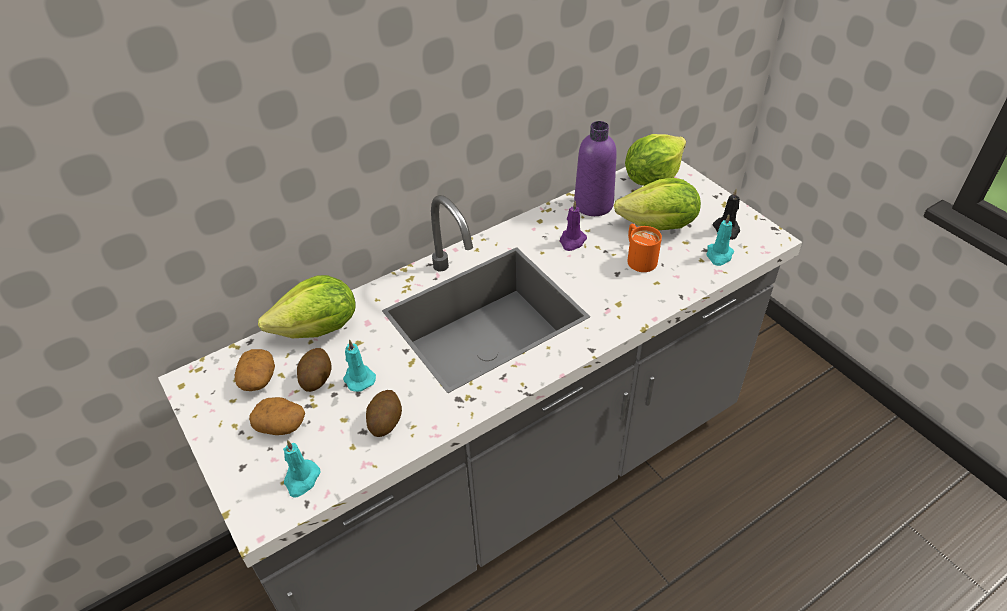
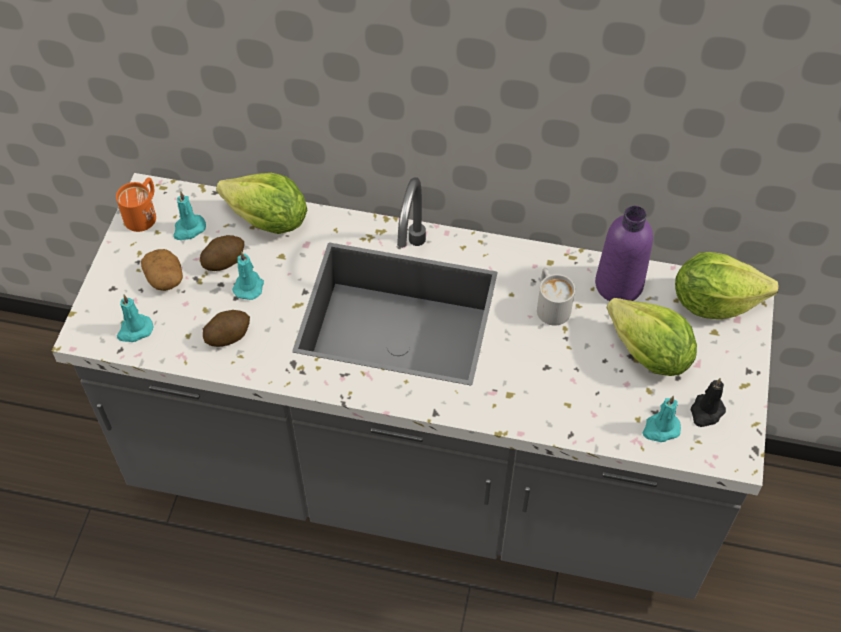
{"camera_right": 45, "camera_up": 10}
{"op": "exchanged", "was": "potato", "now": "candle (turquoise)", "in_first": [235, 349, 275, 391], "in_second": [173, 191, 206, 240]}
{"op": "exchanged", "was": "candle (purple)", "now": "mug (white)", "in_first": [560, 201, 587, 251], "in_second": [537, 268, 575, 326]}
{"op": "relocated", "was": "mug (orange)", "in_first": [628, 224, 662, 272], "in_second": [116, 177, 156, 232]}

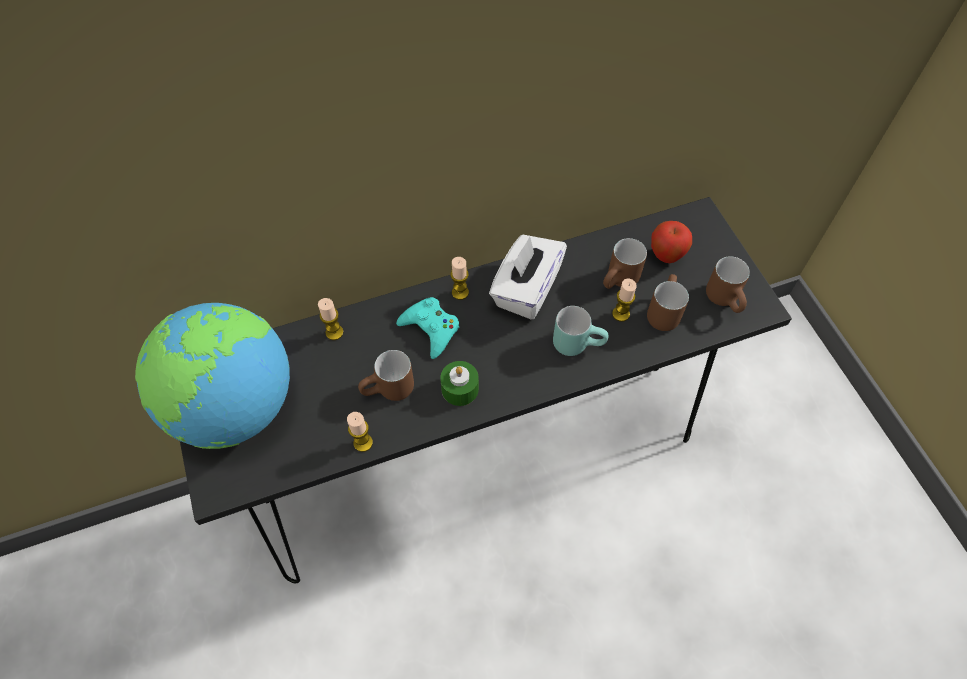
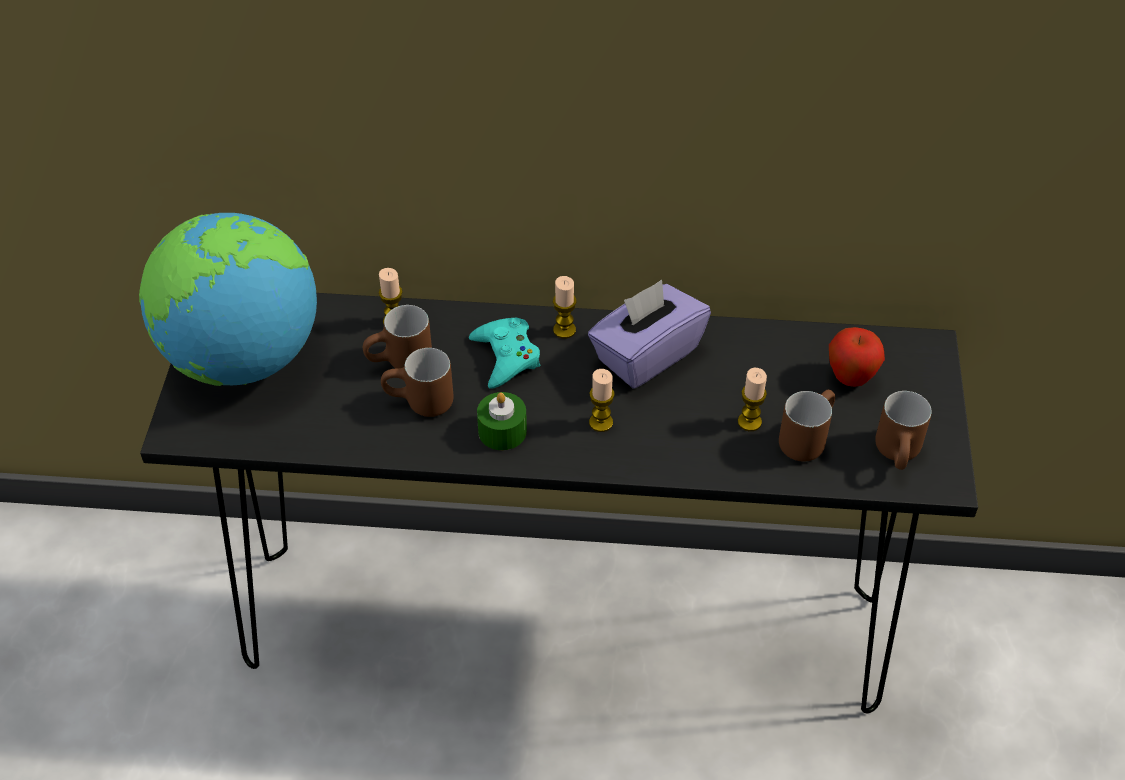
{"camera_right": 25, "camera_up": -10}
{"op": "relocated", "was": "candle", "in_first": [347, 412, 373, 452], "in_second": [589, 369, 615, 432]}
{"op": "colour", "was": "tissue box (white)", "now": "tissue box (purple)", "in_first": [489, 235, 567, 320], "in_second": [588, 280, 711, 388]}
{"op": "missing", "was": "mug (turquoise)", "in_first": [553, 306, 609, 356]}
{"op": "relocated", "was": "mug (brown)", "in_first": [603, 238, 647, 289], "in_second": [363, 305, 432, 369]}

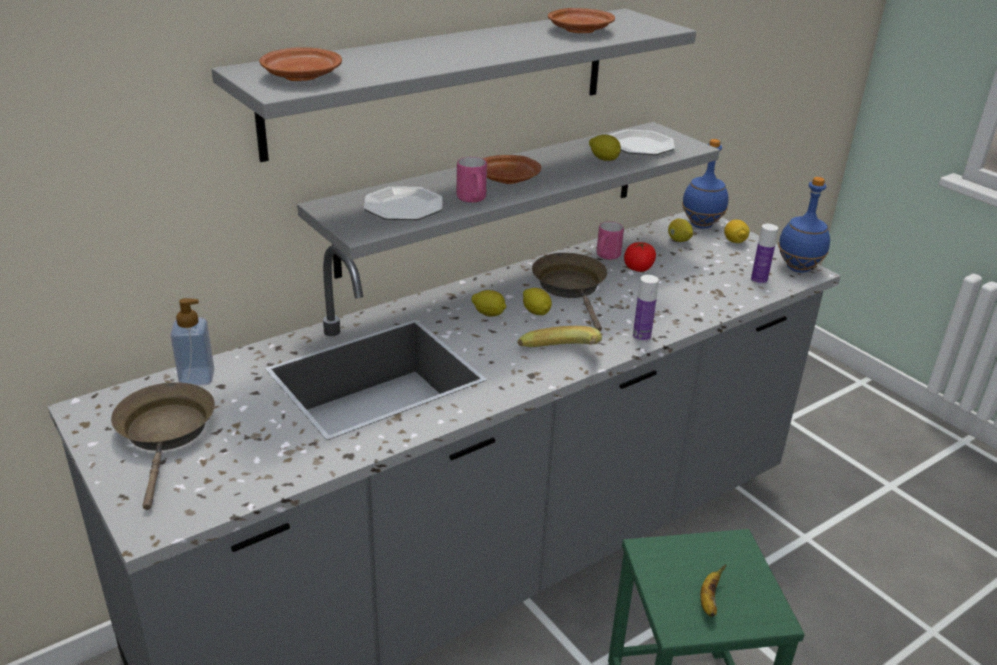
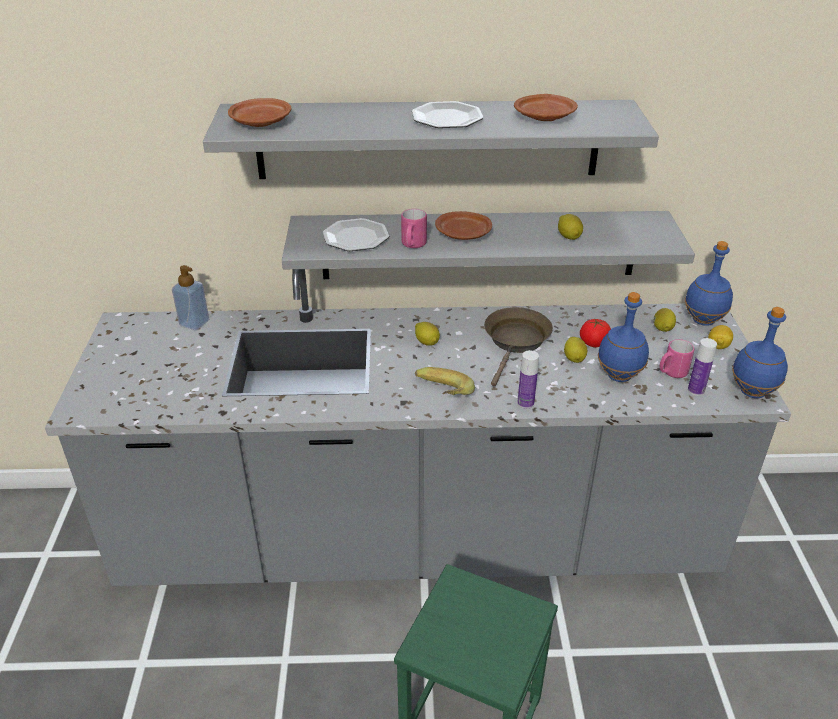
{"camera_right": 35, "camera_up": 5}
{"op": "missing", "was": "frying pan (brown)", "in_first": [111, 382, 215, 510]}
{"op": "relocated", "was": "lemon", "in_first": [523, 288, 552, 315], "in_second": [564, 337, 587, 363]}
{"op": "relocated", "was": "mug (pink)", "in_first": [597, 222, 624, 260], "in_second": [659, 339, 694, 378]}
{"op": "relocated", "was": "plate", "in_first": [609, 129, 675, 155], "in_second": [412, 101, 483, 128]}
{"op": "missing", "was": "banana", "in_first": [700, 564, 726, 617]}
{"op": "appeared", "now": "bottle (blue)", "in_second": [598, 292, 649, 382]}

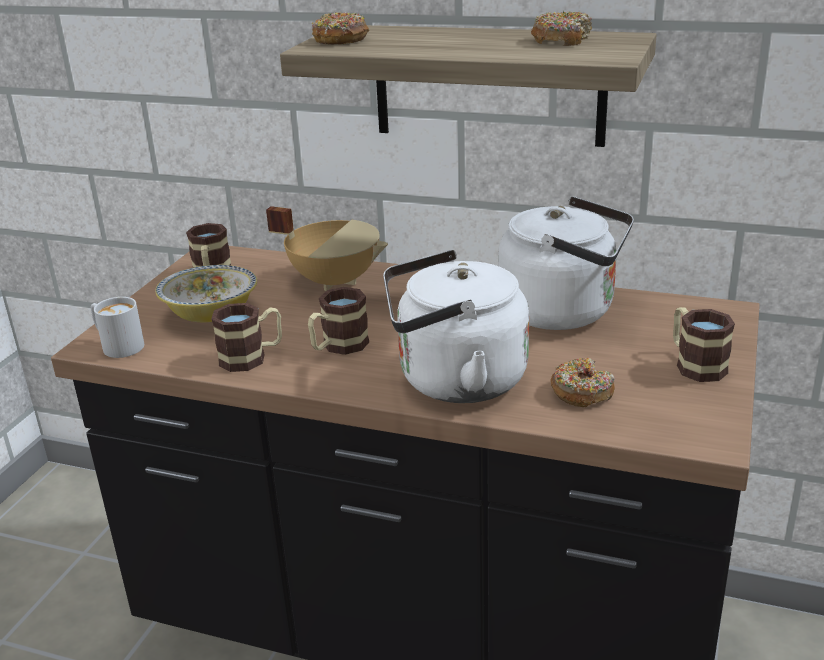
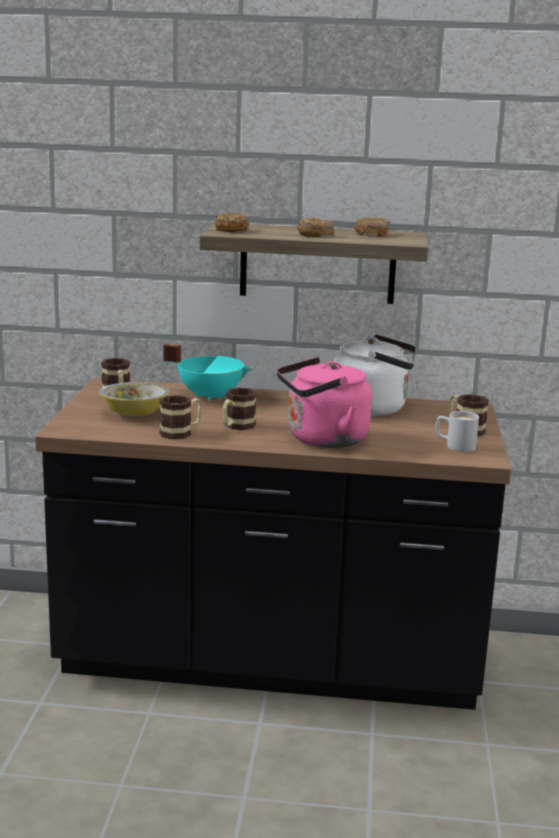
{"camera_right": -15, "camera_up": -10}
{"op": "relocated", "was": "mug (white)", "in_first": [91, 297, 144, 358], "in_second": [435, 411, 479, 452]}
{"op": "colour", "was": "cooking pot (beige)", "now": "cooking pot (turquoise)", "in_first": [266, 206, 388, 291], "in_second": [163, 344, 253, 401]}
{"op": "colour", "was": "kettle (white)", "now": "kettle (pink)", "in_first": [383, 250, 529, 403], "in_second": [277, 357, 372, 448]}
{"op": "relocated", "was": "donut", "in_first": [550, 358, 615, 407], "in_second": [297, 218, 334, 237]}

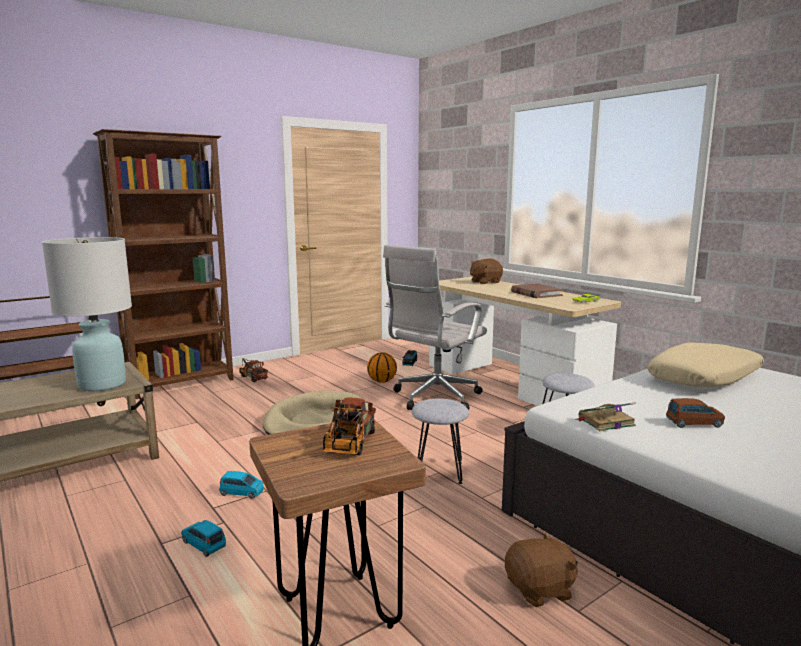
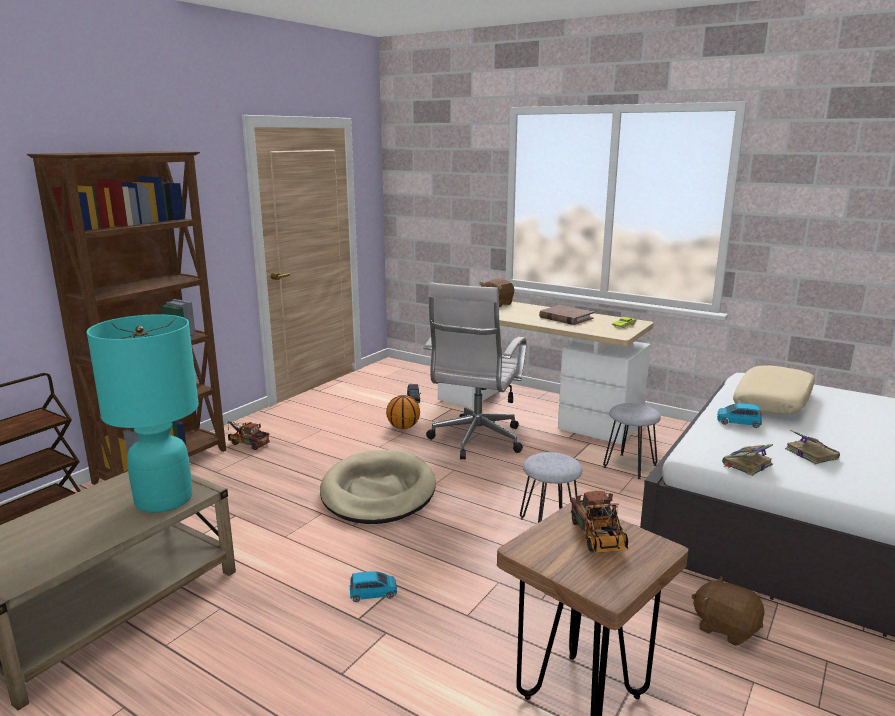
{"camera_right": -20, "camera_up": 5}
{"op": "colour", "was": "table lamp (white)", "now": "table lamp (turquoise)", "in_first": [42, 237, 132, 391], "in_second": [87, 314, 199, 513]}
{"op": "relocated", "was": "toy car (blue)", "in_first": [181, 520, 226, 557], "in_second": [717, 403, 762, 428]}
{"op": "spun", "was": "plush toy (brown)", "in_first": [505, 532, 578, 607], "in_second": [692, 576, 764, 646], "clockwise": -105}
{"op": "exchanged", "was": "toy car (brown)", "now": "book", "in_first": [666, 398, 725, 428], "in_second": [785, 430, 840, 465]}

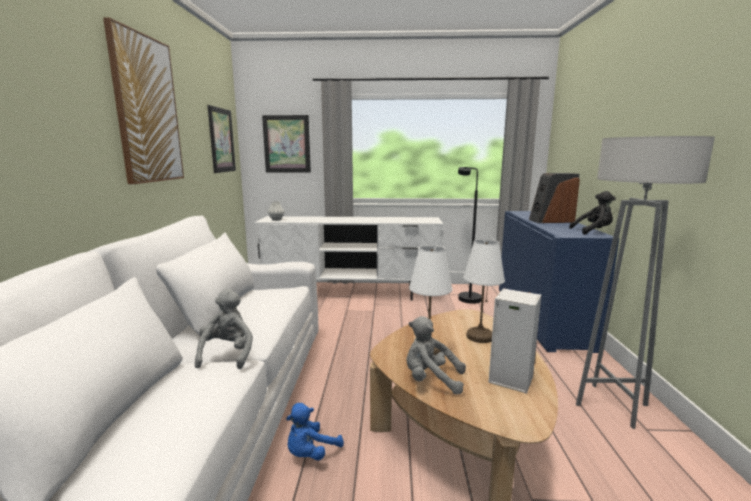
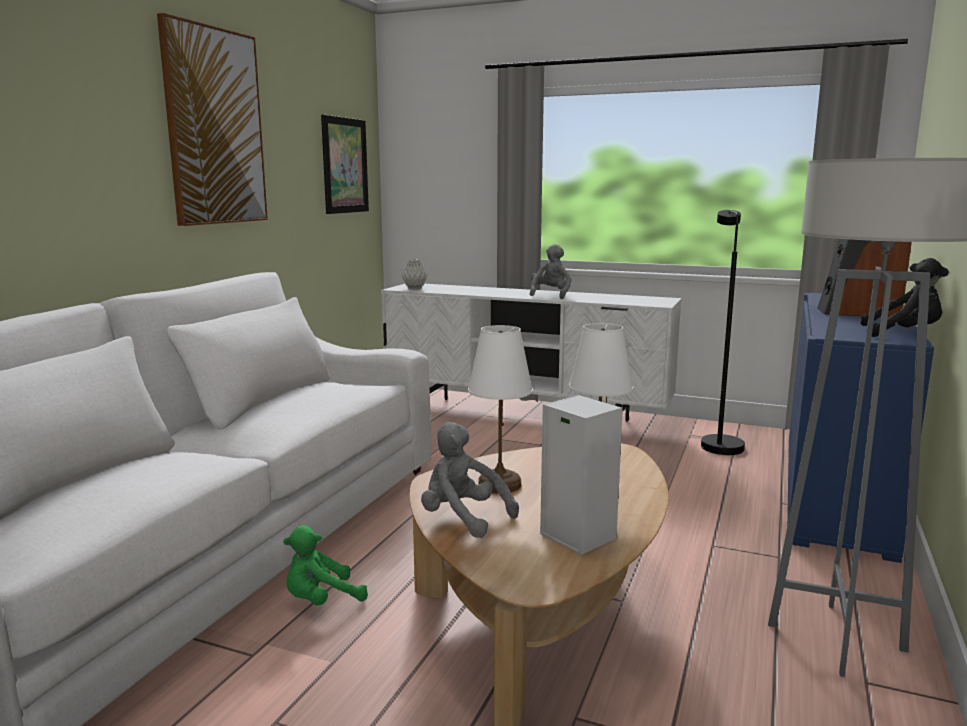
{"camera_right": 20, "camera_up": 0}
{"op": "relocated", "was": "plush toy (grey)", "in_first": [195, 289, 253, 369], "in_second": [530, 244, 571, 299]}
{"op": "missing", "was": "picture", "in_first": [262, 115, 311, 173]}
{"op": "colour", "was": "plush toy (blue)", "now": "plush toy (green)", "in_first": [286, 403, 344, 460], "in_second": [283, 525, 368, 606]}

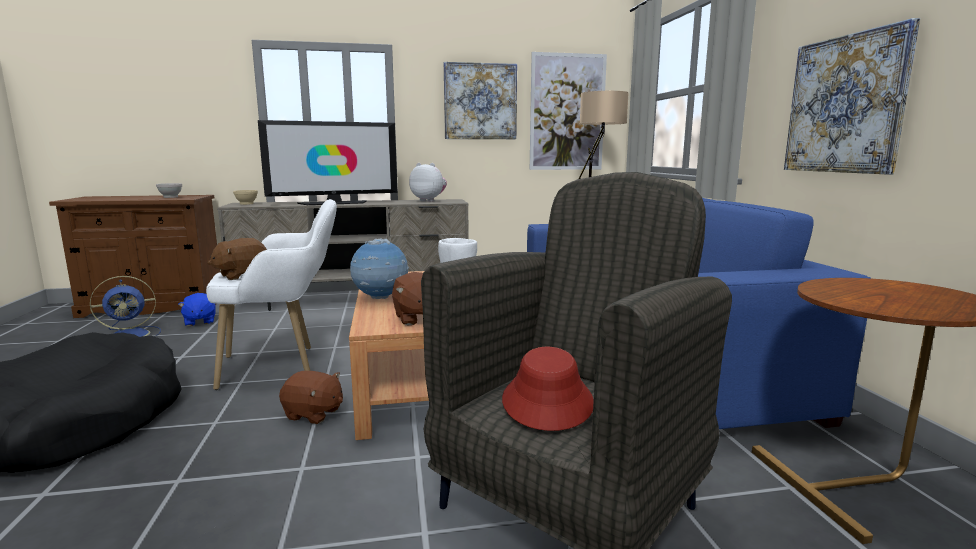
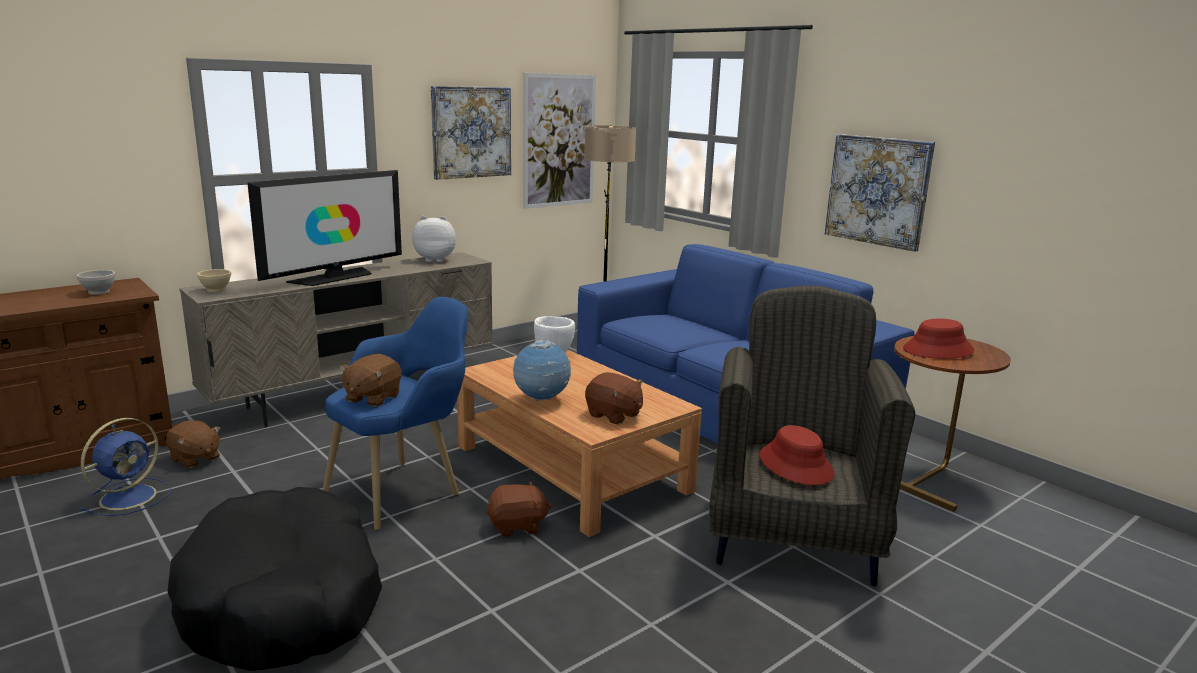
{"camera_right": -30, "camera_up": 5}
{"op": "colour", "was": "plush toy (blue)", "now": "plush toy (brown)", "in_first": [178, 293, 216, 326], "in_second": [166, 420, 221, 468]}
{"op": "colour", "was": "armchair (white)", "now": "armchair (blue)", "in_first": [206, 199, 337, 390], "in_second": [323, 297, 468, 531]}
{"op": "appeared", "now": "hat (red)", "in_second": [903, 319, 975, 359]}

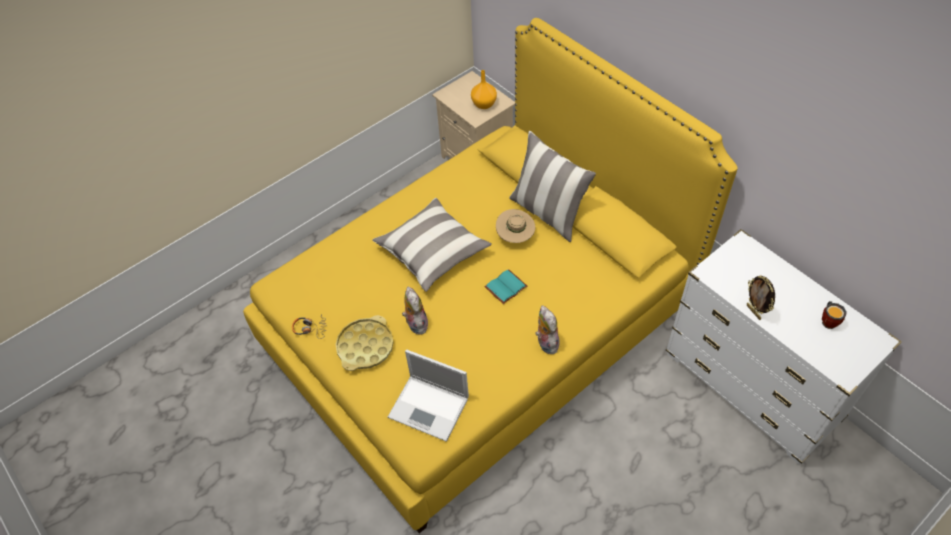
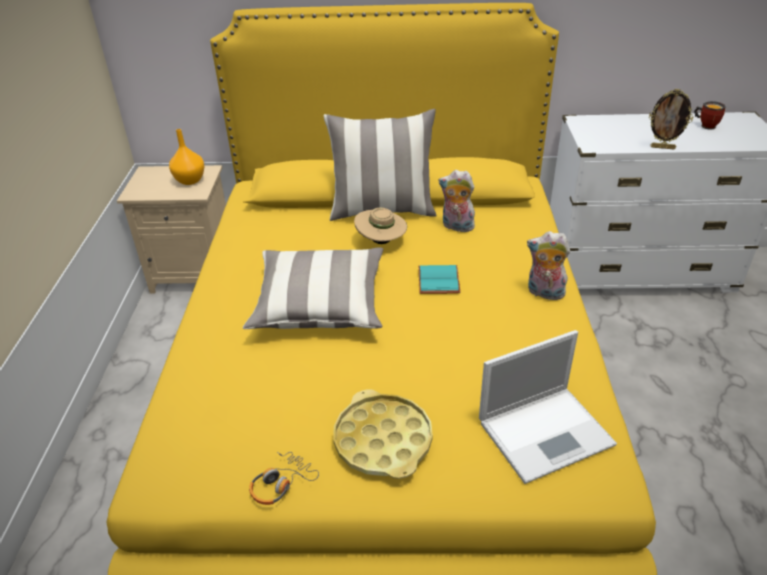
{"camera_right": -50, "camera_up": -15}
{"op": "relocated", "was": "plush toy", "in_first": [402, 287, 430, 334], "in_second": [439, 170, 475, 232]}

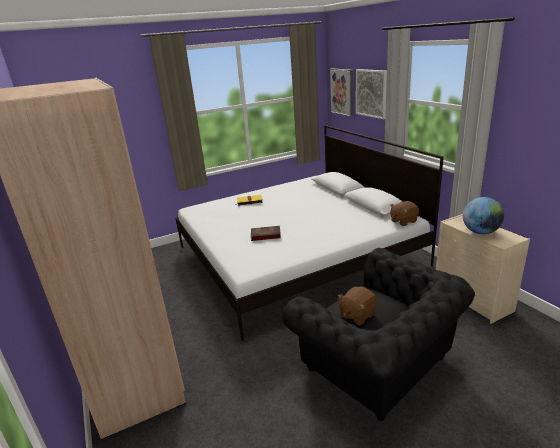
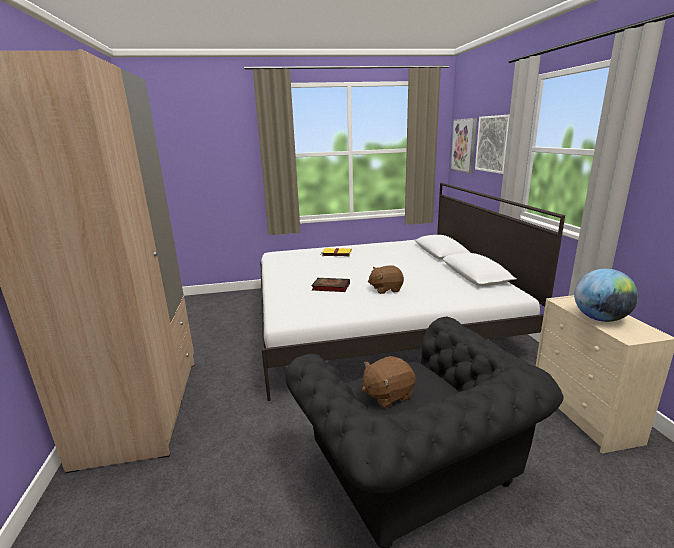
{"camera_right": 15, "camera_up": -5}
{"op": "relocated", "was": "plush toy (brown)", "in_first": [390, 201, 419, 226], "in_second": [368, 265, 404, 294]}

